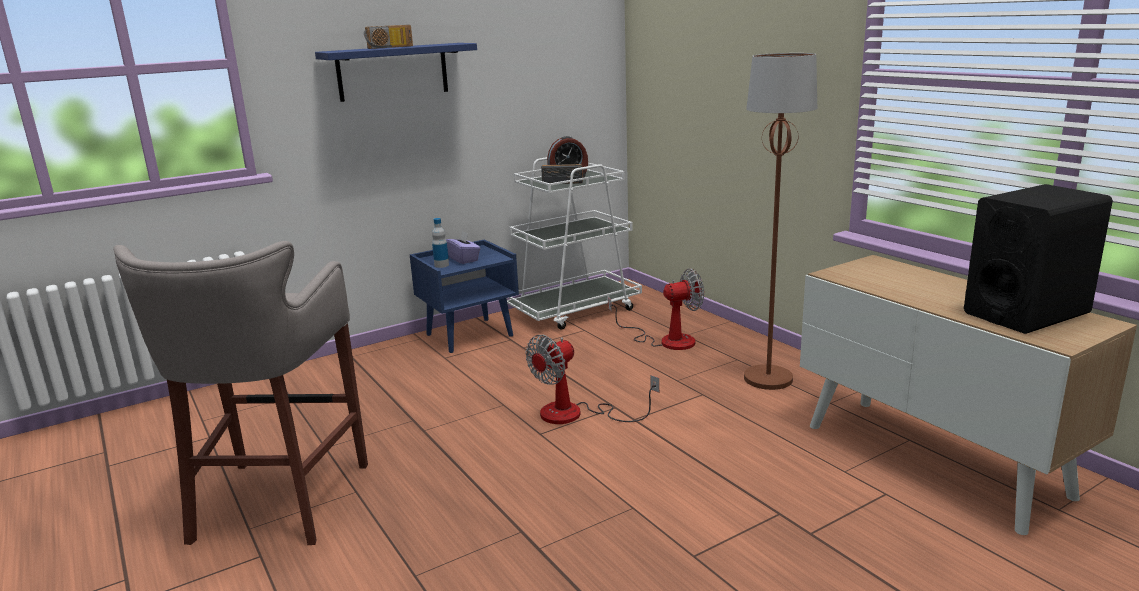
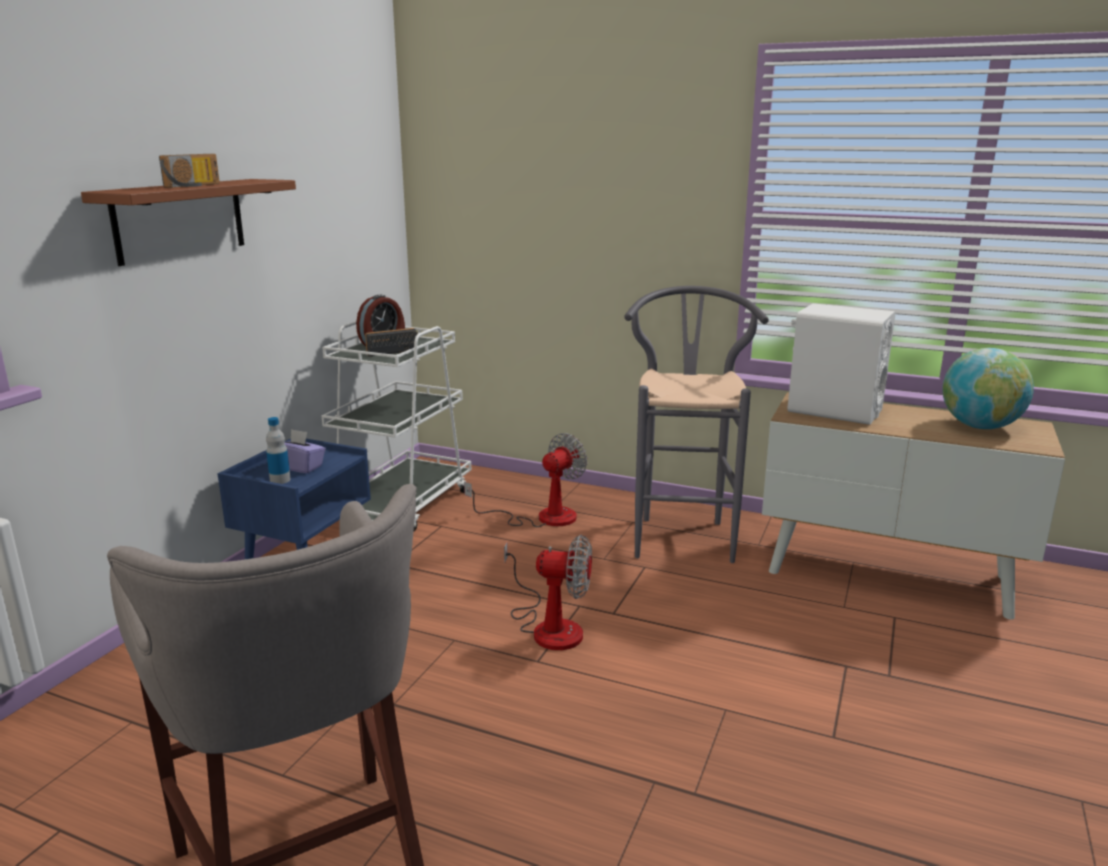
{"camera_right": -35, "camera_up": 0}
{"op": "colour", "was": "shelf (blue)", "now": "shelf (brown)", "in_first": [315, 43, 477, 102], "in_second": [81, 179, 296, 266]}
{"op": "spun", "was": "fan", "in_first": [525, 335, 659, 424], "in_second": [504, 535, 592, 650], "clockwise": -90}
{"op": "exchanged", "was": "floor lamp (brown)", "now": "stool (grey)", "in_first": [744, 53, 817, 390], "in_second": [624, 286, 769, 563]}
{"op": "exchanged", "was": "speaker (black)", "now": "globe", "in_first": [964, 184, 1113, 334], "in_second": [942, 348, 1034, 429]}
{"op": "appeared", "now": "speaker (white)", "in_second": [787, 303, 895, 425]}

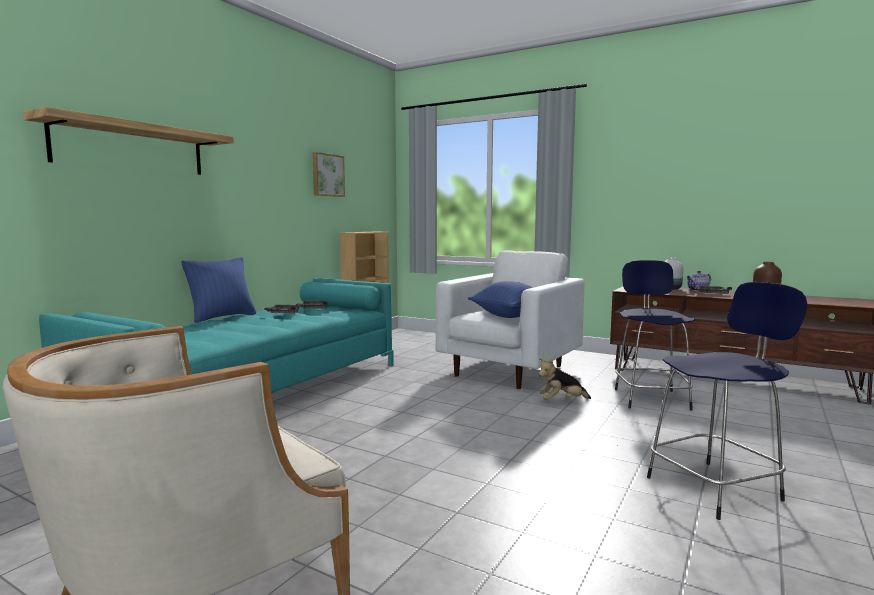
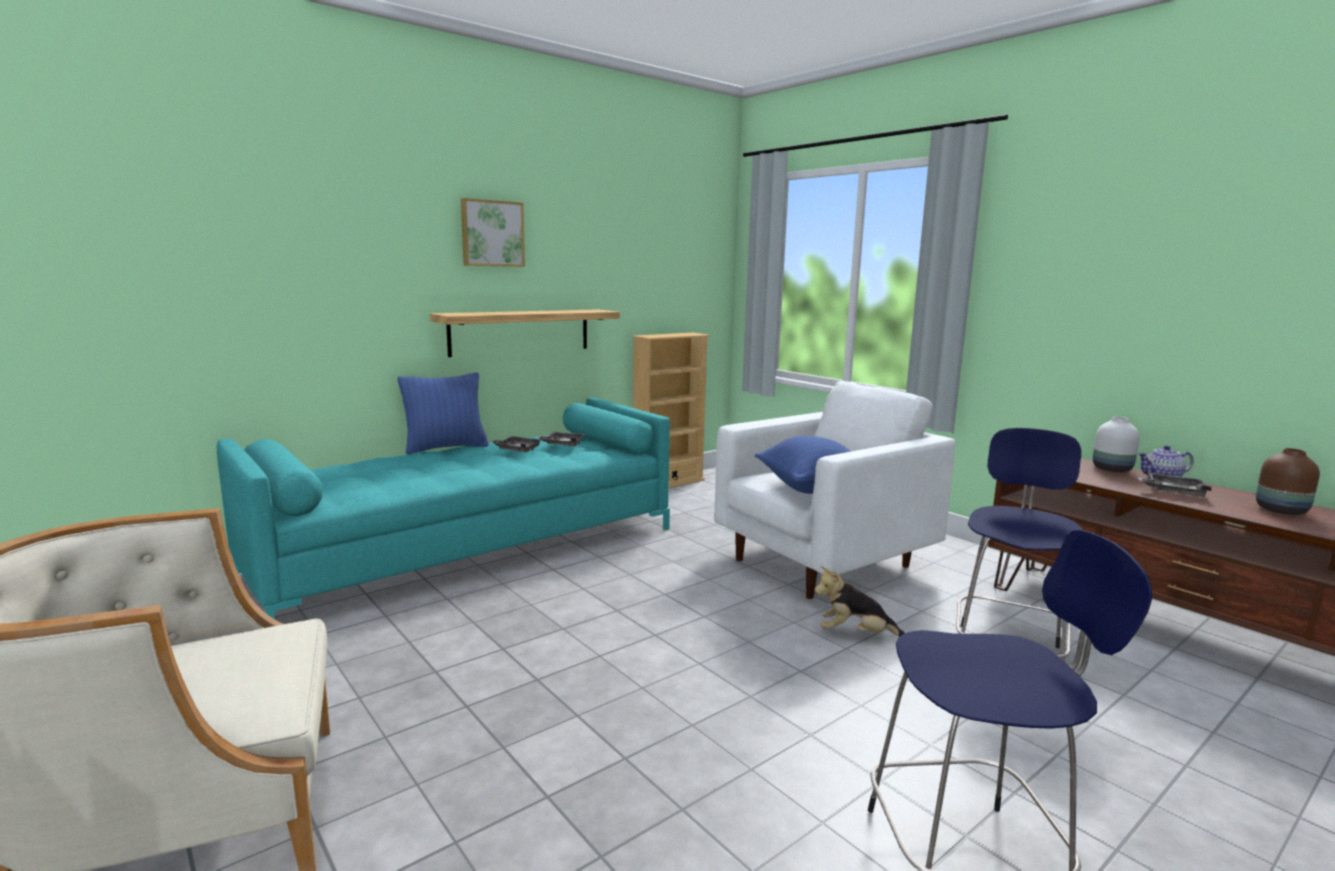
{"camera_right": 20, "camera_up": 5}
{"op": "relocated", "was": "shelf", "in_first": [23, 107, 234, 175], "in_second": [430, 309, 620, 357]}
{"op": "relocated", "was": "picture", "in_first": [312, 152, 345, 197], "in_second": [461, 198, 525, 267]}

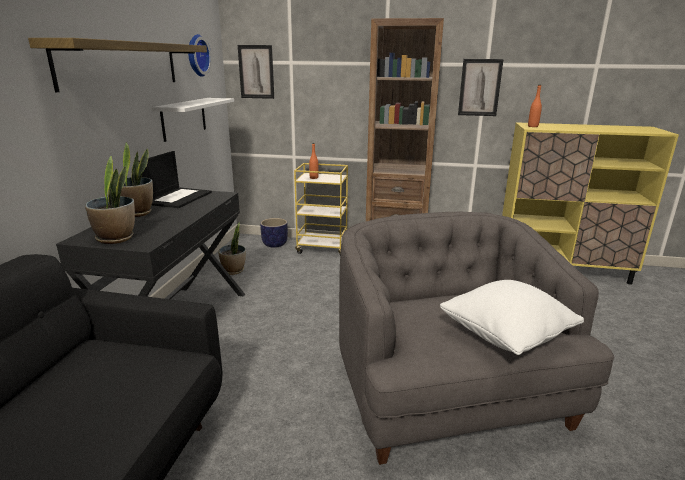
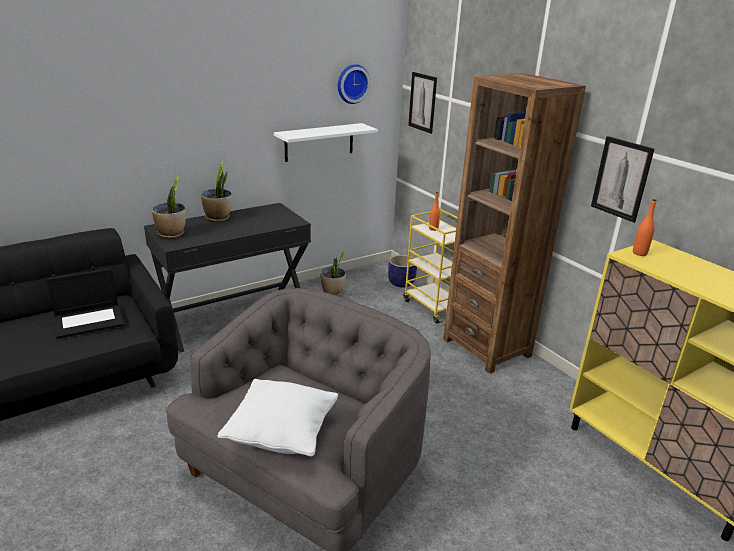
{"camera_right": 45, "camera_up": 5}
{"op": "missing", "was": "shelf", "in_first": [28, 38, 207, 92]}
{"op": "relocated", "was": "laptop", "in_first": [139, 151, 212, 208], "in_second": [46, 268, 124, 339]}

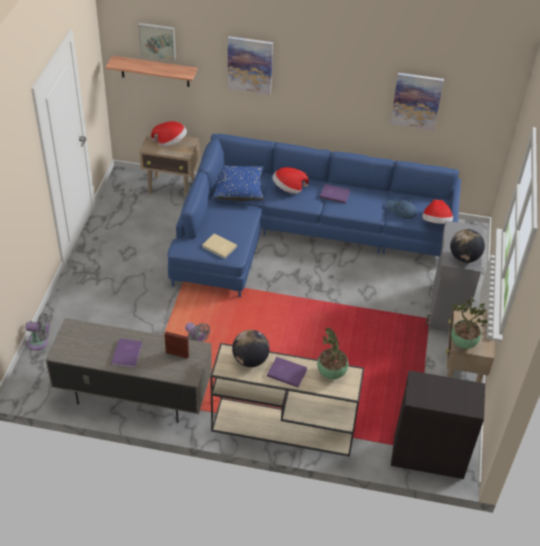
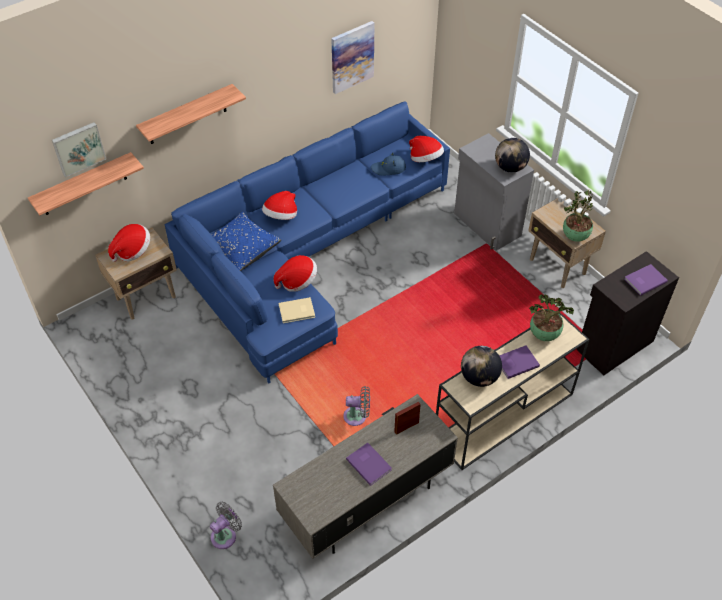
{"camera_right": -45, "camera_up": 5}
{"op": "exchanged", "was": "picture", "now": "shelf", "in_first": [228, 36, 273, 95], "in_second": [136, 84, 246, 144]}
{"op": "relocated", "was": "book (purple)", "in_first": [320, 184, 350, 204], "in_second": [624, 264, 668, 296]}
{"op": "appeared", "now": "hat", "in_second": [274, 255, 317, 292]}

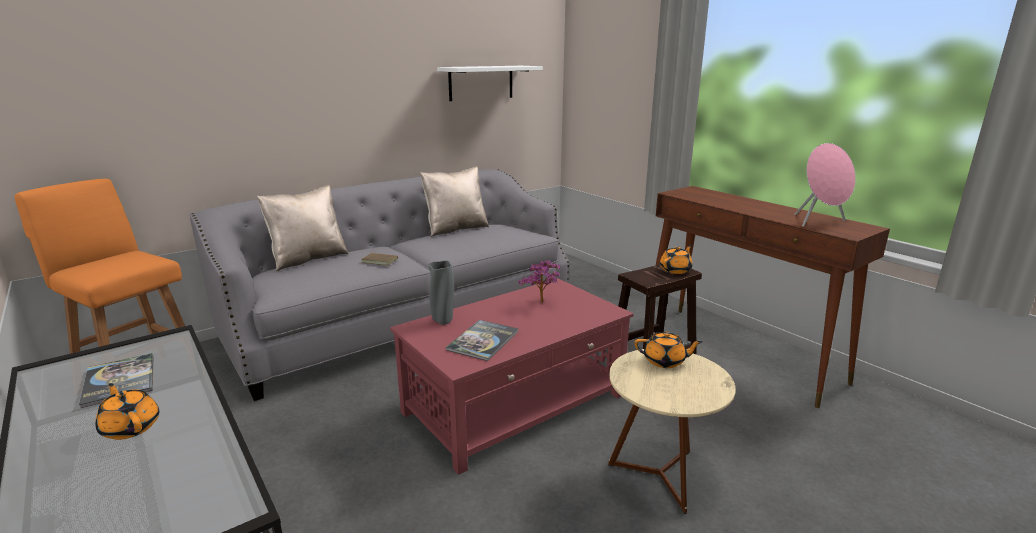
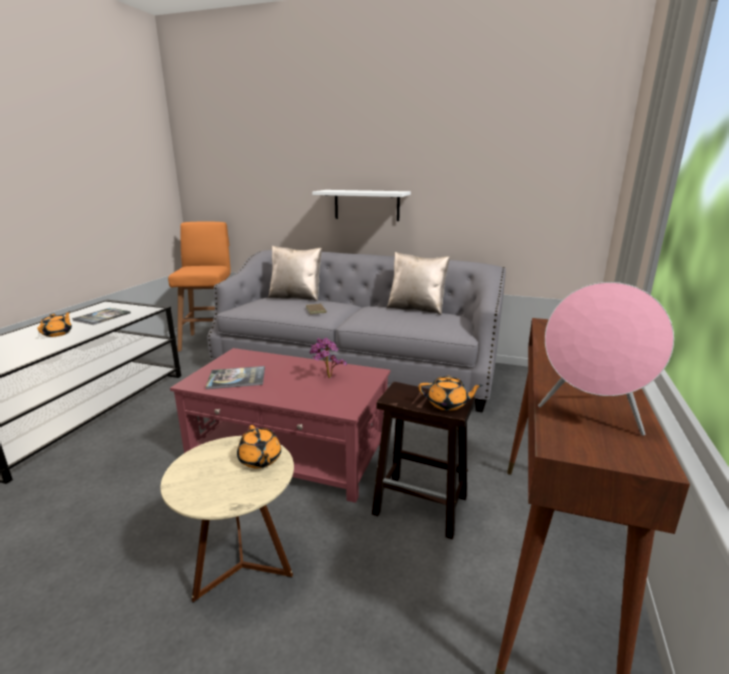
{"camera_right": 55, "camera_up": 0}
{"op": "missing", "was": "vase (grey)", "in_first": [428, 260, 454, 325]}
{"op": "relocated", "was": "shelf (white)", "in_first": [437, 66, 543, 101], "in_second": [312, 190, 411, 221]}

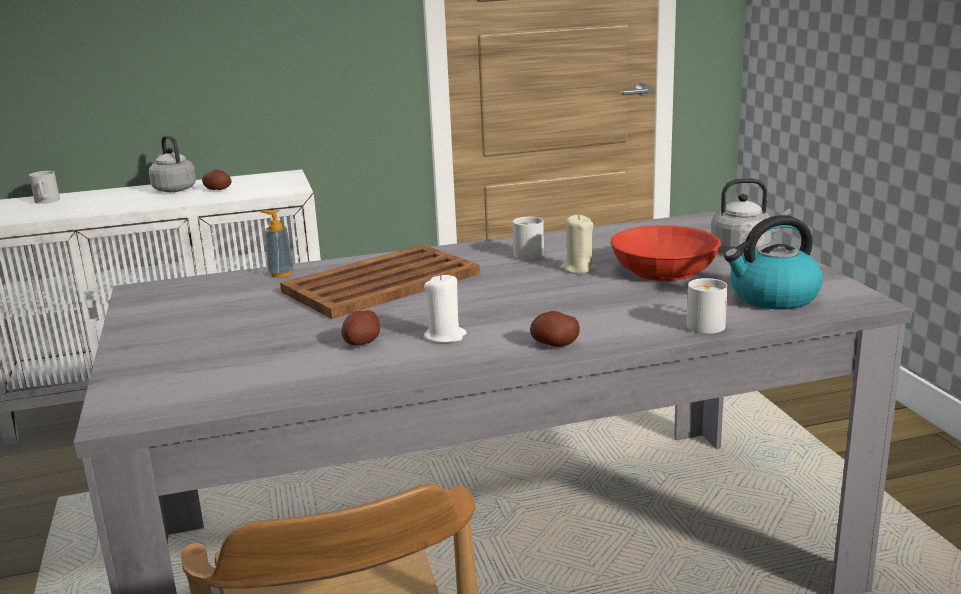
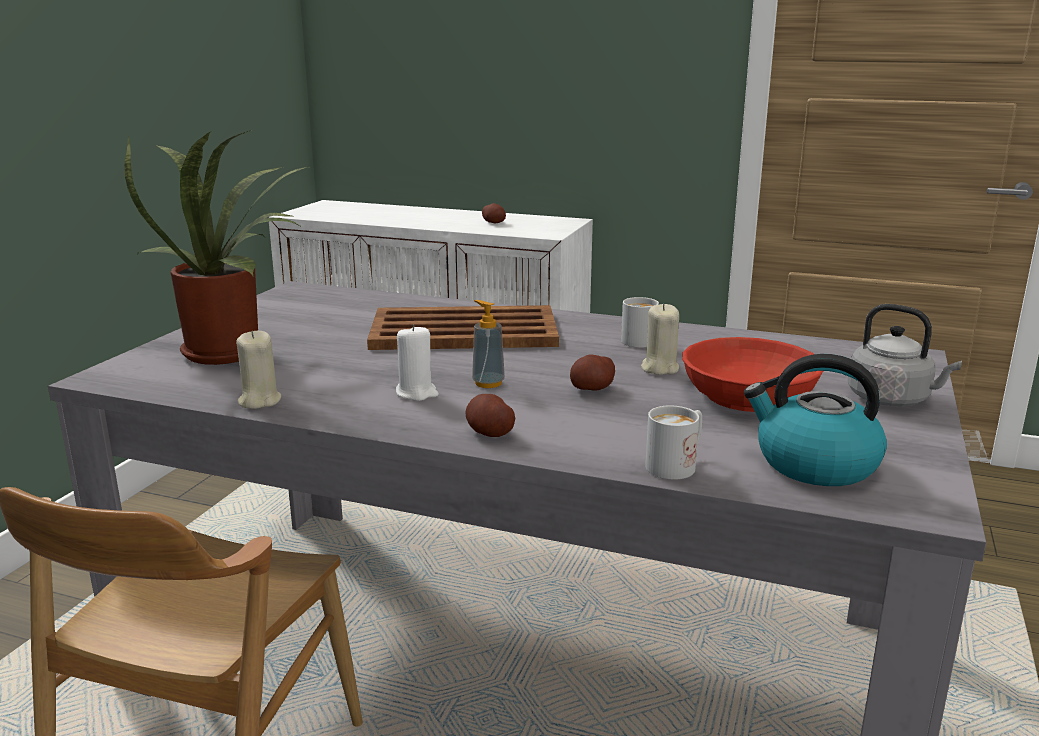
{"camera_right": 35, "camera_up": 0}
{"op": "missing", "was": "mug (white)", "in_first": [29, 171, 60, 204]}
{"op": "missing", "was": "kettle (grey)", "in_first": [149, 135, 196, 192]}
{"op": "relocated", "was": "soap dispenser", "in_first": [261, 210, 294, 278], "in_second": [472, 300, 505, 388]}
{"op": "relocated", "was": "potato", "in_first": [341, 310, 380, 345], "in_second": [570, 354, 615, 391]}
{"op": "appeared", "now": "potted plant", "in_second": [125, 130, 308, 365]}
{"op": "appeared", "now": "candle (beige)", "in_second": [236, 331, 281, 409]}

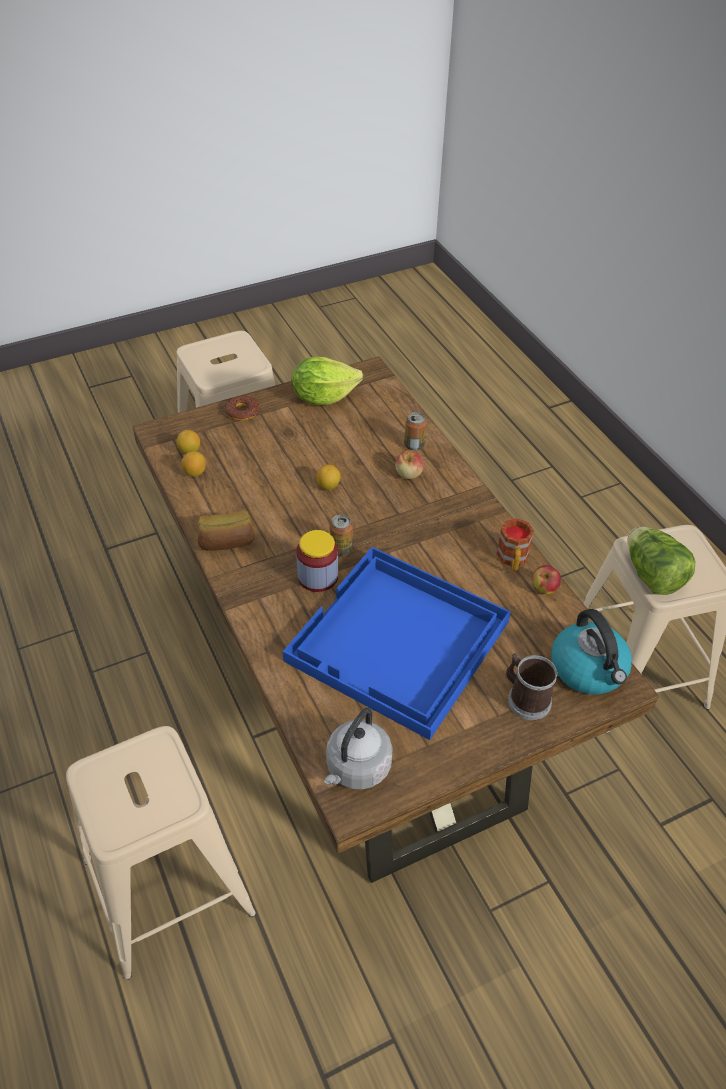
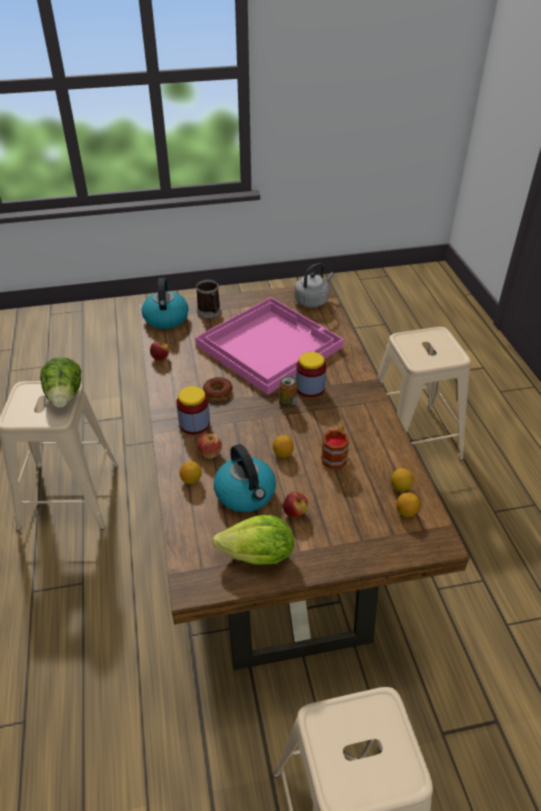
{"camera_right": -165, "camera_up": -5}
{"op": "missing", "was": "bread", "in_first": [198, 511, 255, 551]}
{"op": "relocated", "was": "donut", "in_first": [225, 395, 259, 421], "in_second": [203, 377, 233, 399]}
{"op": "colour", "was": "tray (blue)", "now": "tray (pink)", "in_first": [283, 547, 511, 740], "in_second": [195, 297, 344, 395]}
{"op": "exchanged", "was": "can", "now": "lemon", "in_first": [404, 412, 427, 450], "in_second": [180, 461, 202, 484]}
{"op": "relocated", "was": "mug", "in_first": [497, 518, 534, 571], "in_second": [321, 425, 349, 469]}
{"op": "appeared", "now": "jar", "in_second": [176, 386, 210, 434]}
{"op": "appeared", "now": "kettle", "in_second": [214, 444, 276, 512]}
{"op": "appeared", "now": "apple", "in_second": [283, 492, 308, 518]}

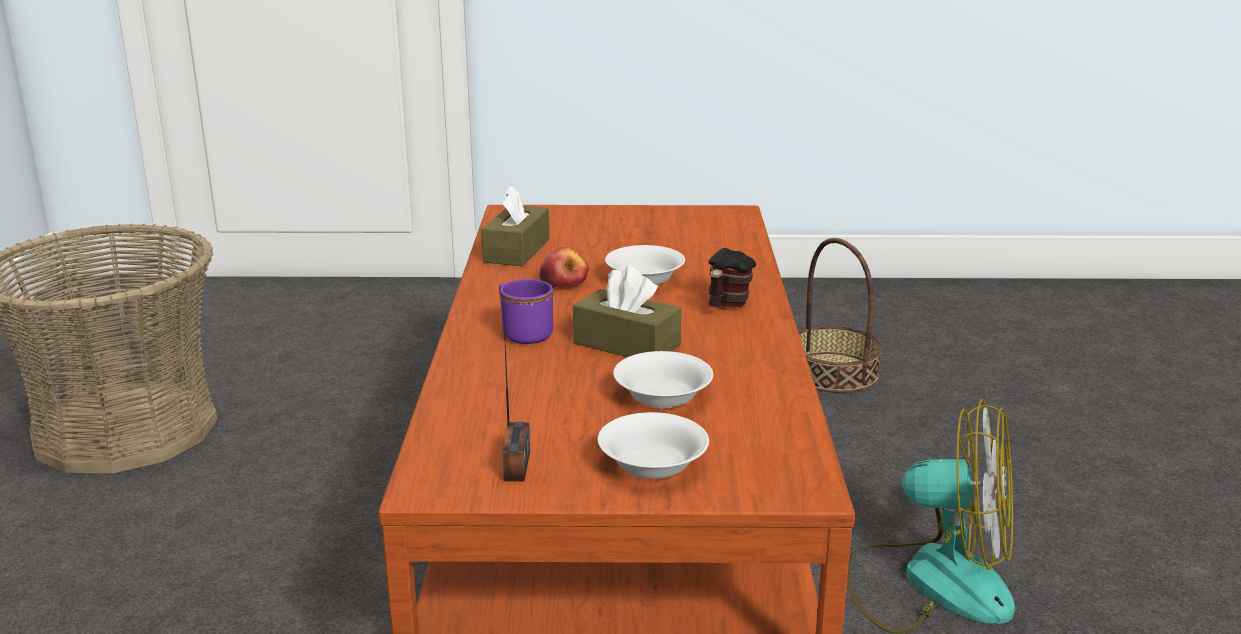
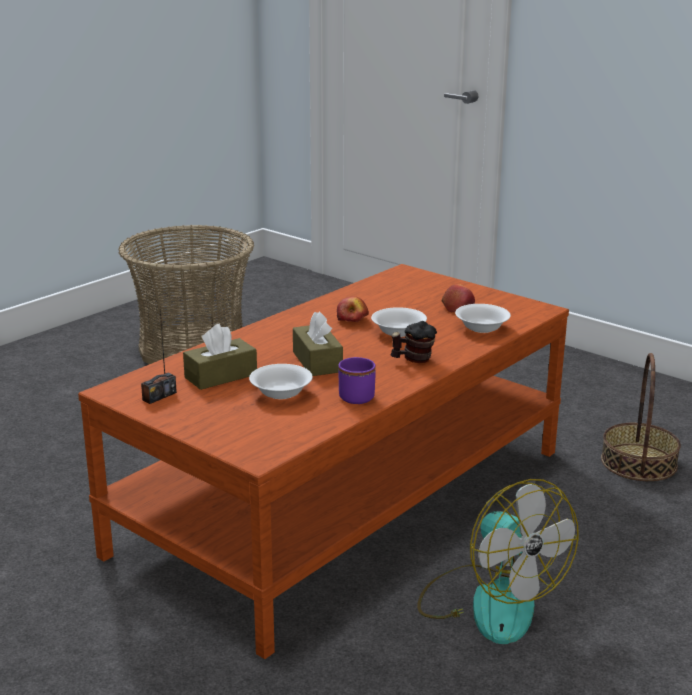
{"camera_right": 40, "camera_up": 0}
{"op": "relocated", "was": "tissue box (brown)", "in_first": [481, 185, 549, 266], "in_second": [183, 324, 257, 390]}
{"op": "relocated", "was": "mug (purple)", "in_first": [499, 279, 553, 344], "in_second": [338, 357, 376, 404]}
{"op": "relocated", "was": "bowl (white)", "in_first": [598, 412, 709, 479], "in_second": [455, 304, 511, 333]}
{"op": "appeared", "now": "apple", "in_second": [442, 284, 475, 312]}

